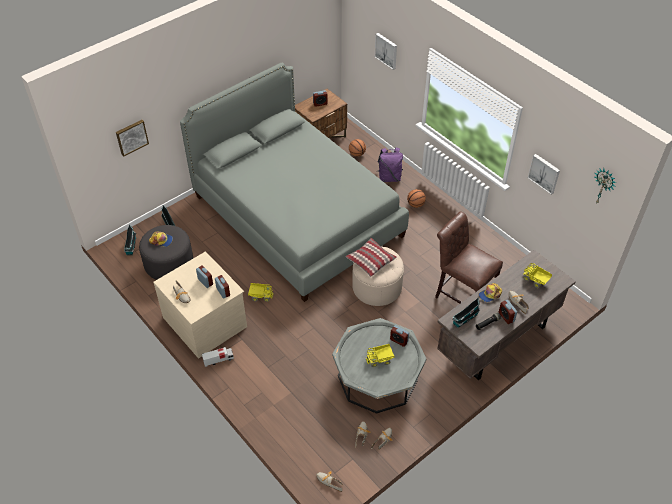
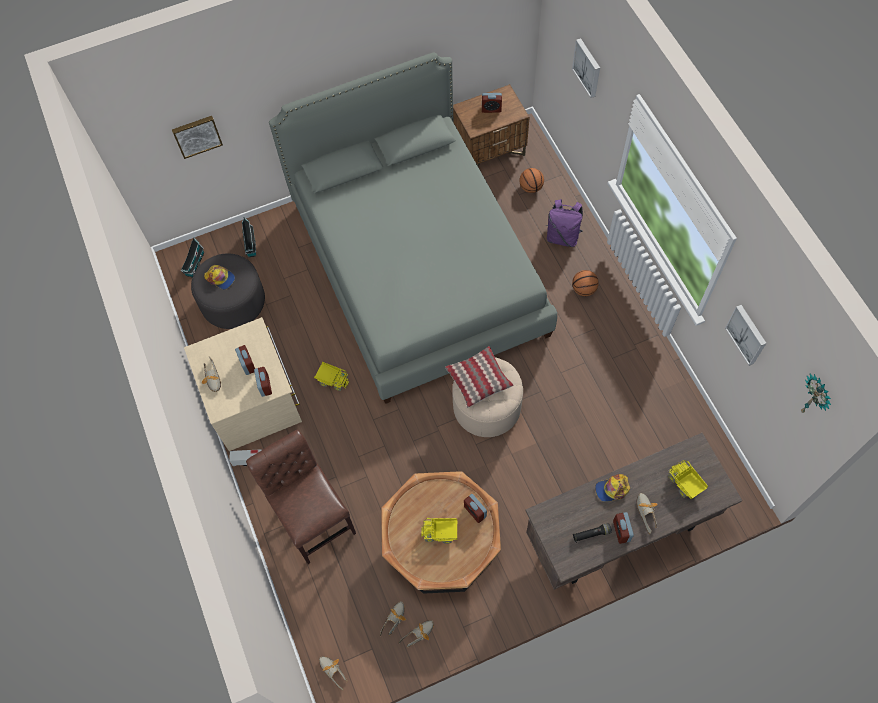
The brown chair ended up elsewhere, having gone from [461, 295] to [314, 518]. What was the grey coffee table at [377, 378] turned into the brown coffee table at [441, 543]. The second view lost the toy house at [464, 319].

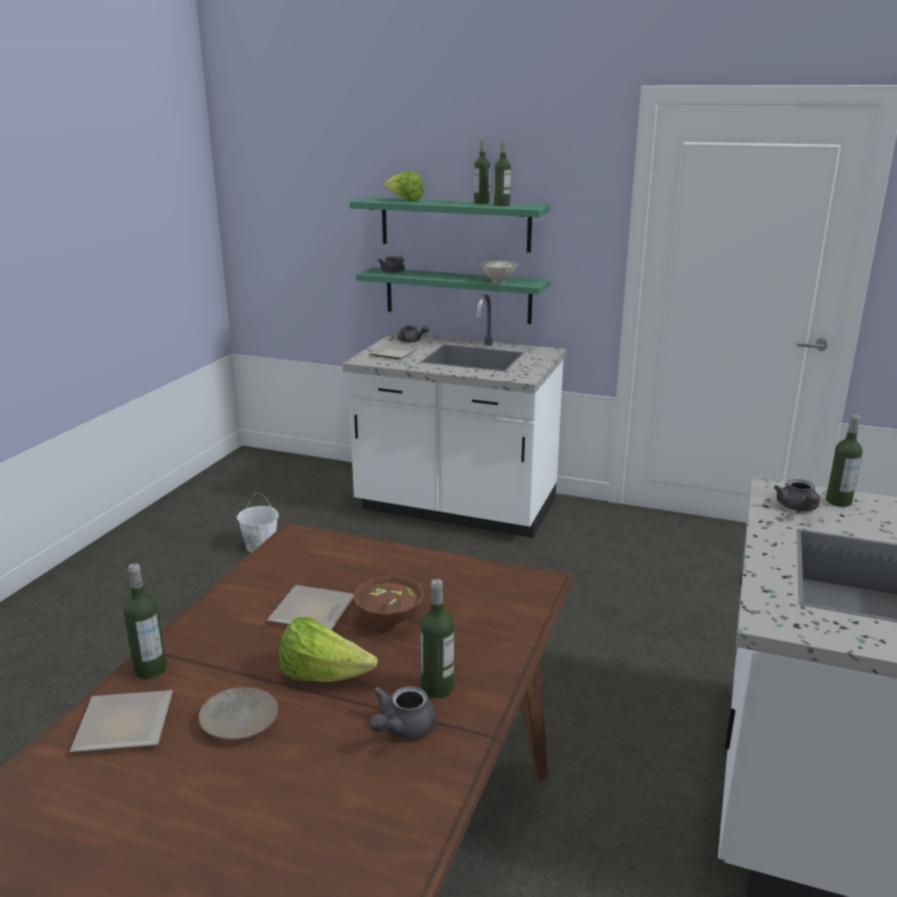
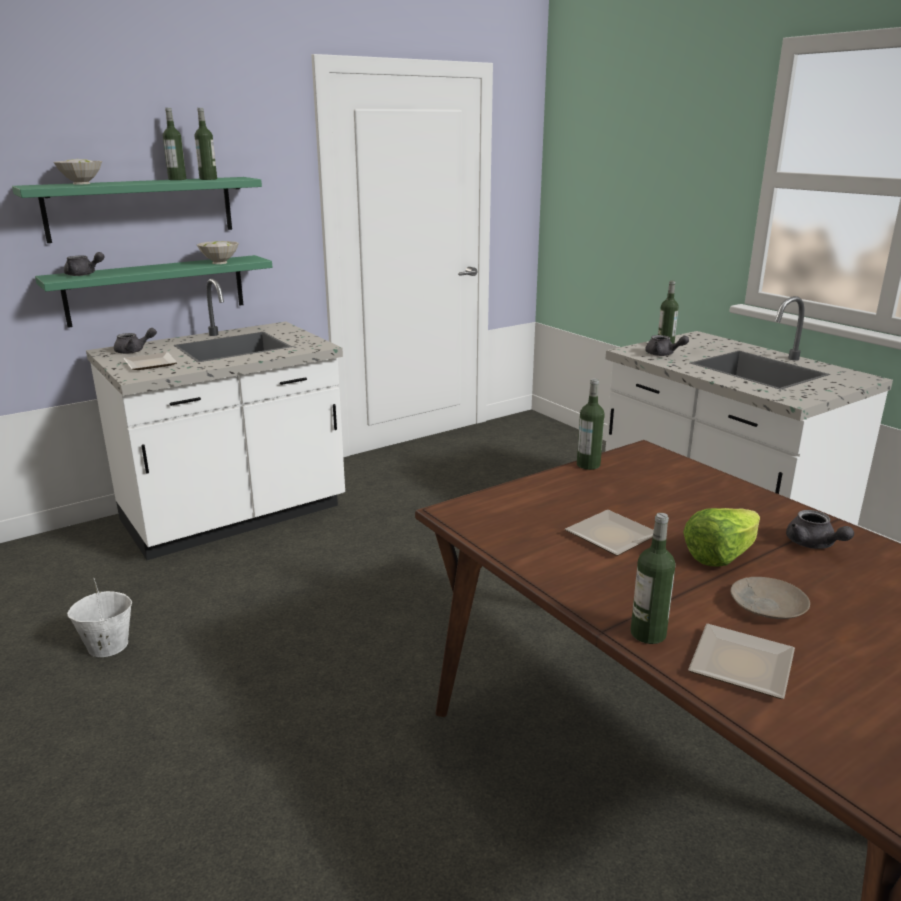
Where the lettuce stood at [404, 200], the white bowl came to stand at [82, 183]. The bottle ended up elsewhere, having gone from [437, 688] to [588, 465]. The second view lost the brown bowl at [390, 622].

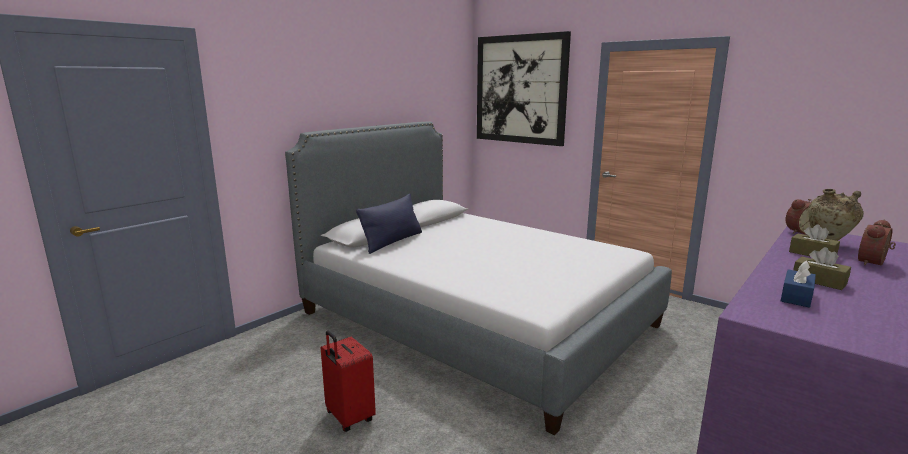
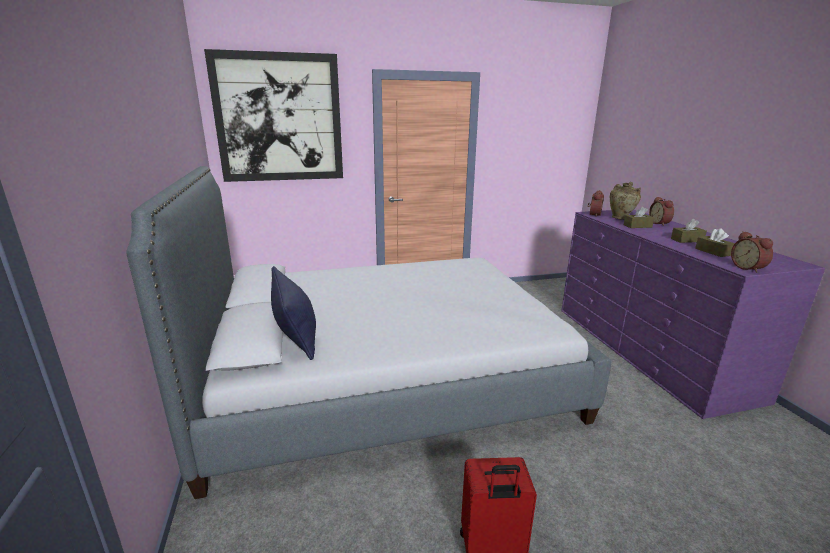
What was the blue tissue box at [796, 296] turned into the brown tissue box at [713, 252]. The second view gained the alarm clock at [748, 268].

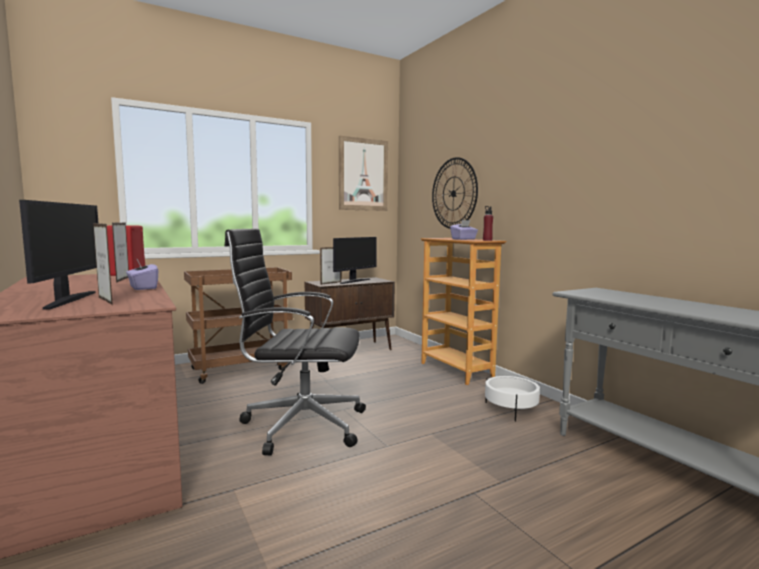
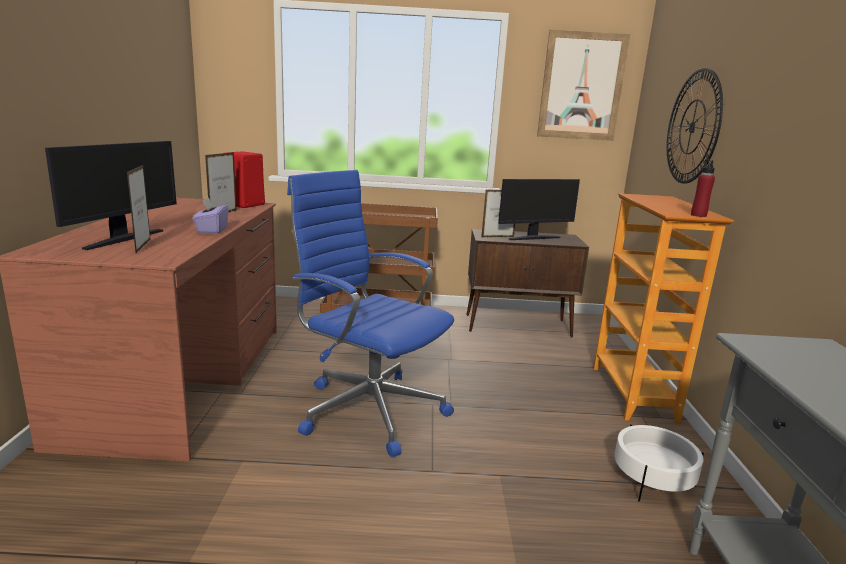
What was the black office chair at [300, 424] turned into the blue office chair at [369, 409]. The second view lost the purple tissue box at [463, 239].

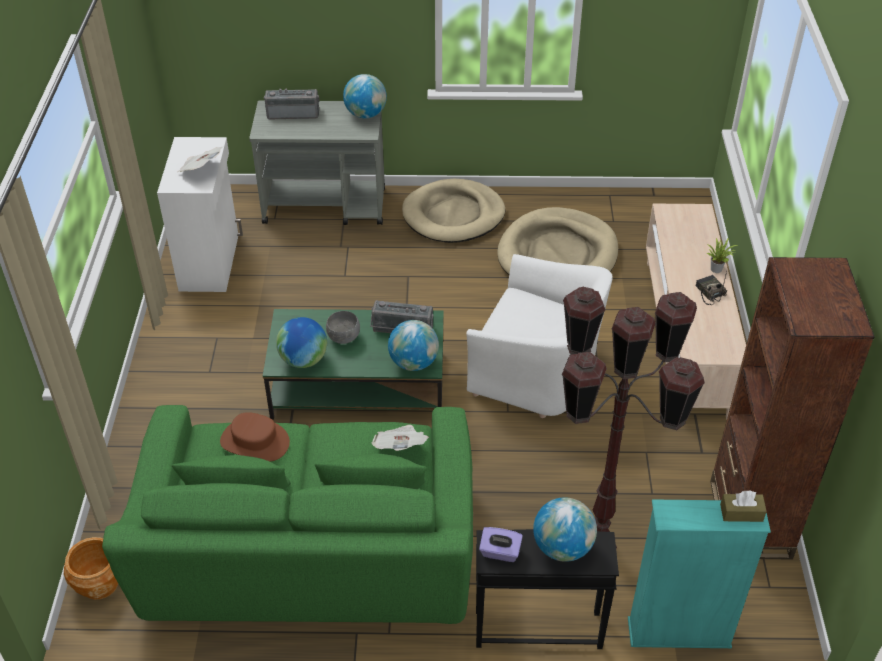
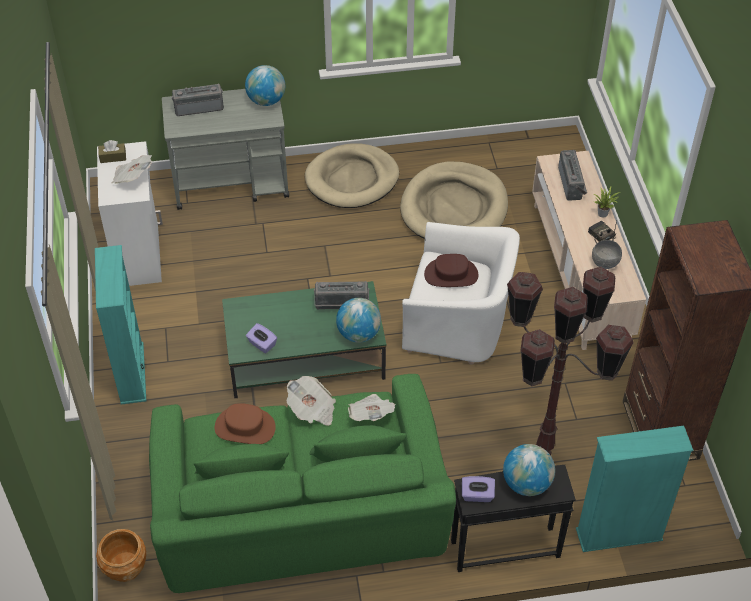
The second view gained the turquoise bookcase at [132, 373]. The brown tissue box ended up elsewhere, having gone from [741, 513] to [113, 157]. Where the globe stood at [304, 360], the purple tissue box came to stand at [262, 344]. The second view gained the newspaper at [312, 410]. The second view gained the brown hat at [451, 275]. The second view gained the radio at [572, 183]. The grey bowl ended up elsewhere, having gone from [344, 338] to [605, 263].

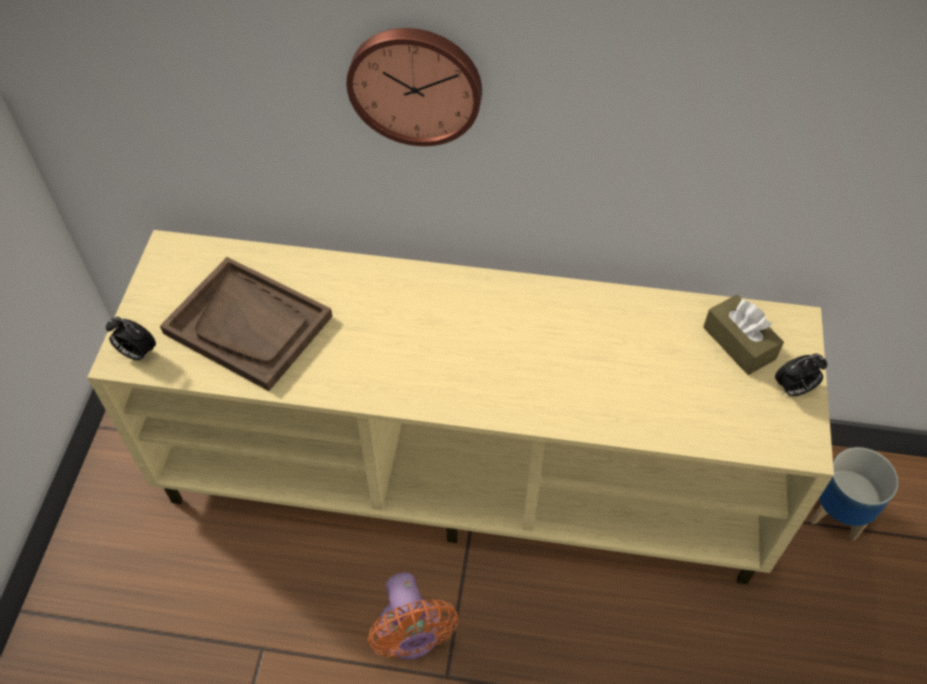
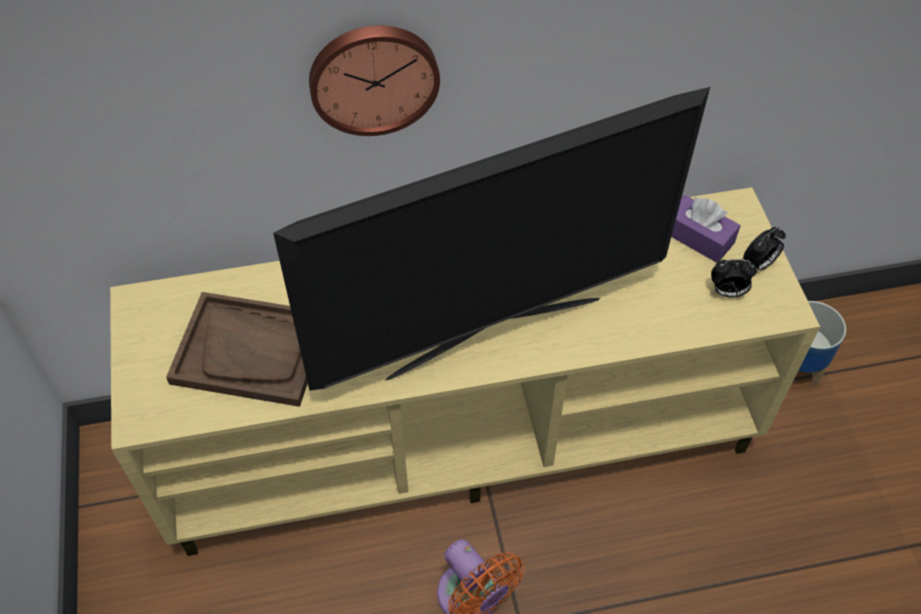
The second view gained the television at [493, 335]. What was the brown tissue box at [739, 343] turned into the purple tissue box at [698, 237]. The alarm clock ended up elsewhere, having gone from [137, 353] to [727, 292].

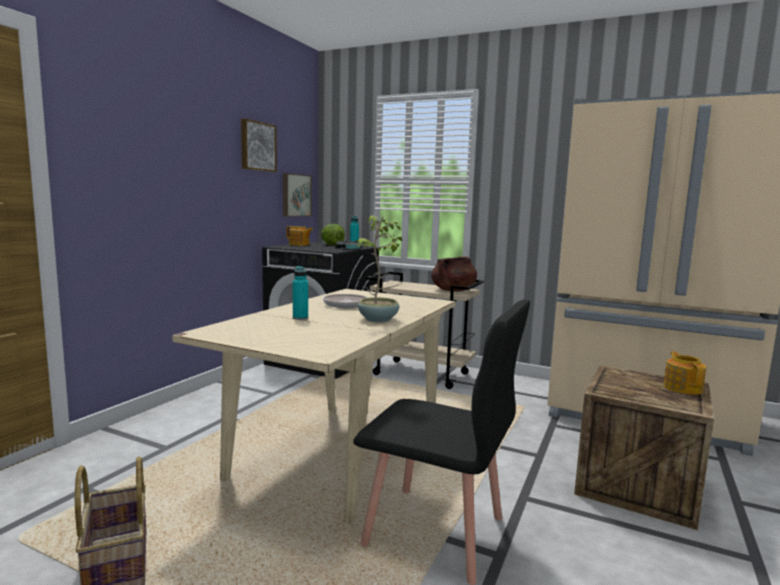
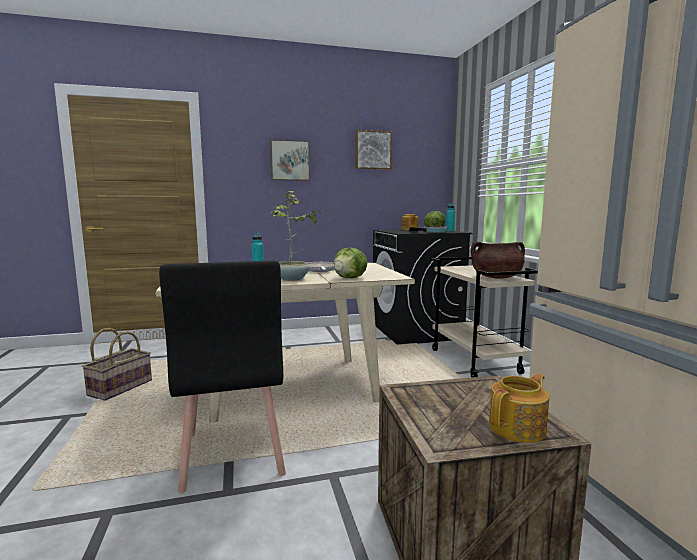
The picture ended up elsewhere, having gone from [295, 195] to [290, 160]. The second view gained the lettuce at [350, 278].

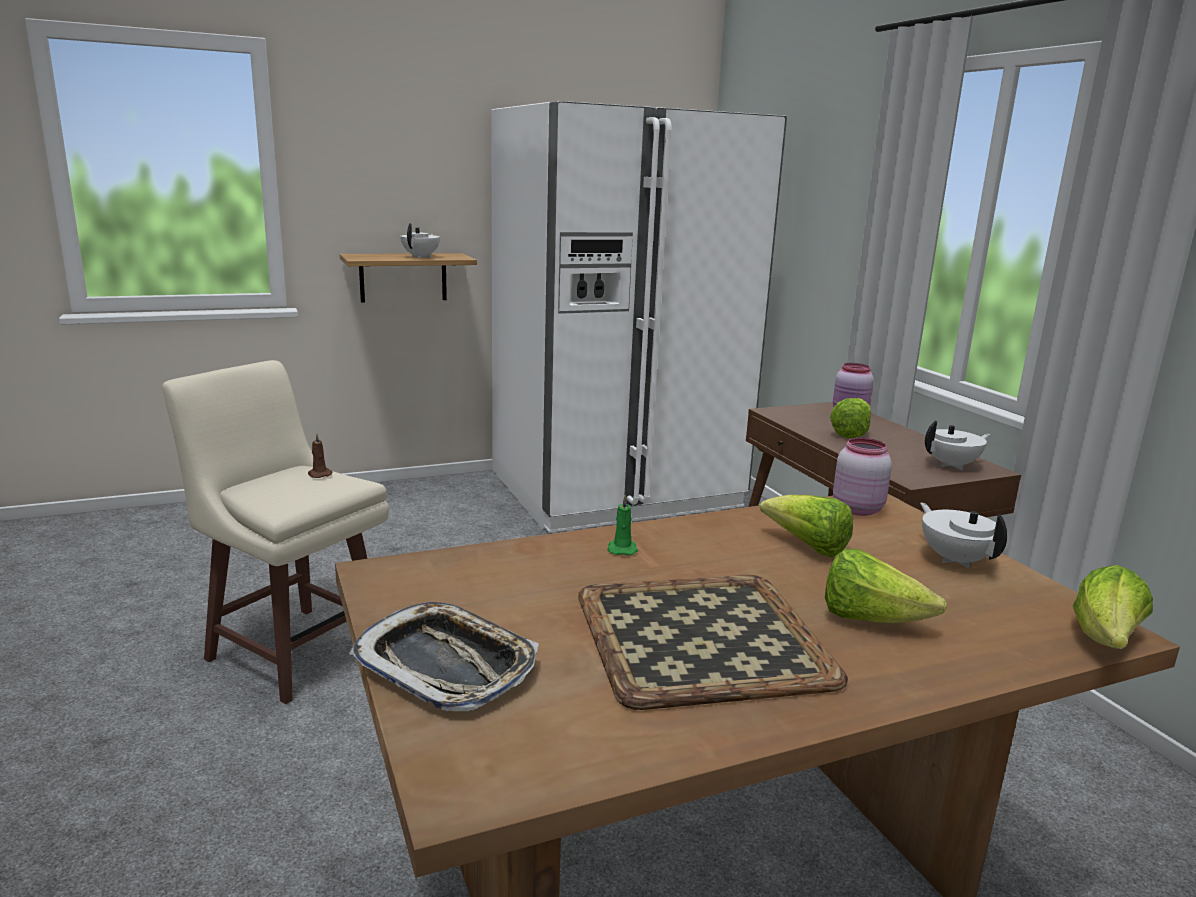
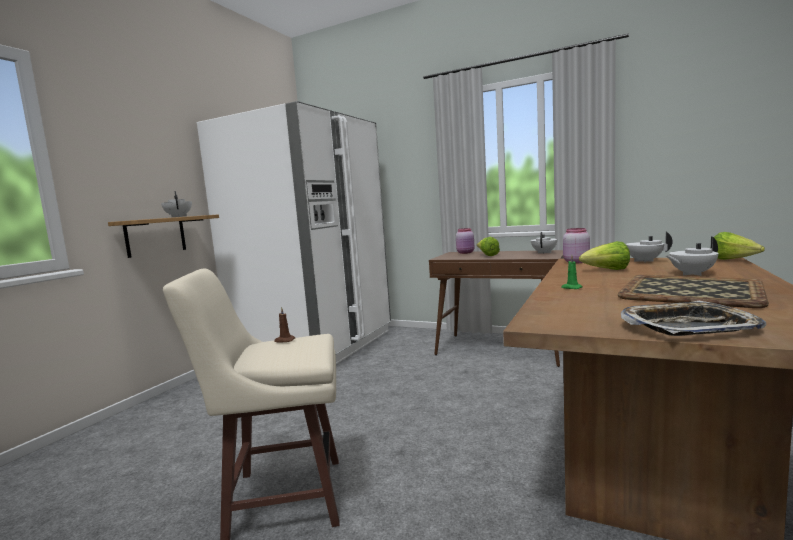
Where the lettuce stood at [870, 619], the white teapot came to stand at [691, 274].

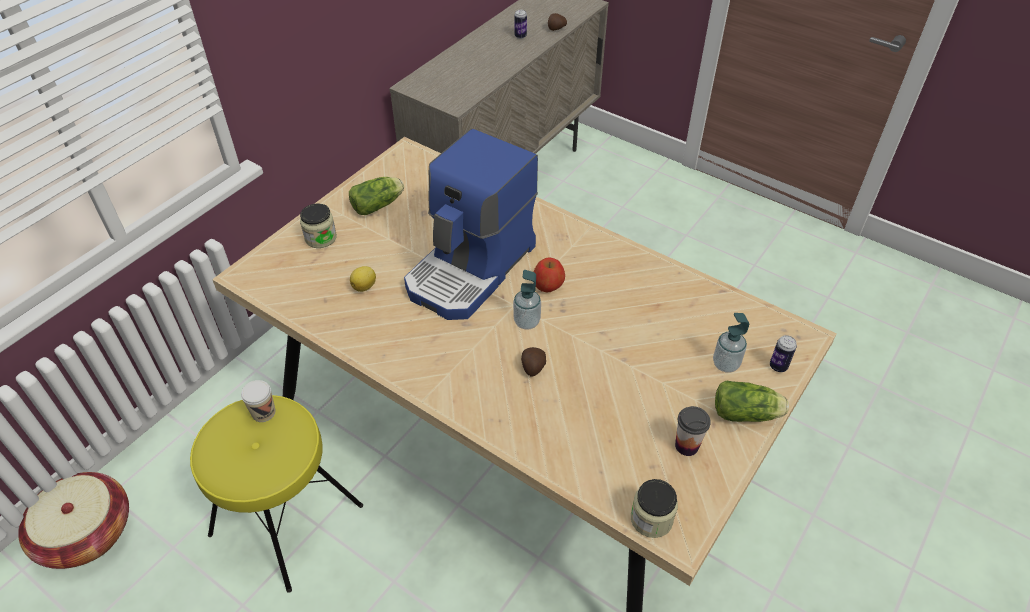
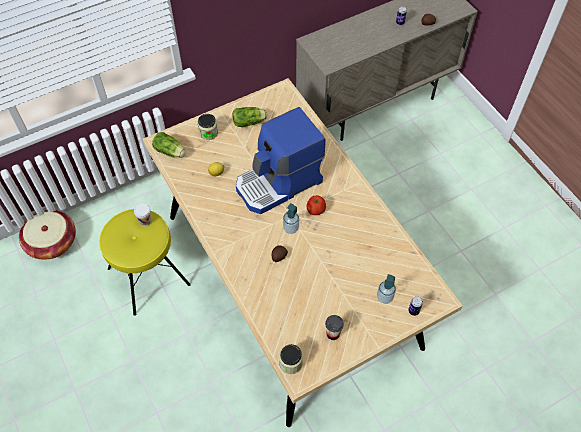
The lettuce ended up elsewhere, having gone from [748, 414] to [171, 152].

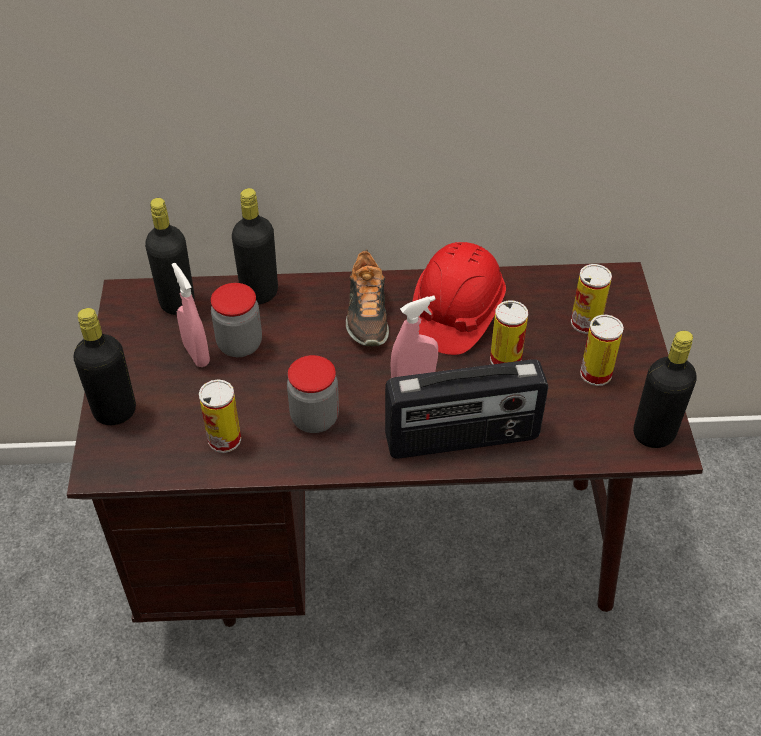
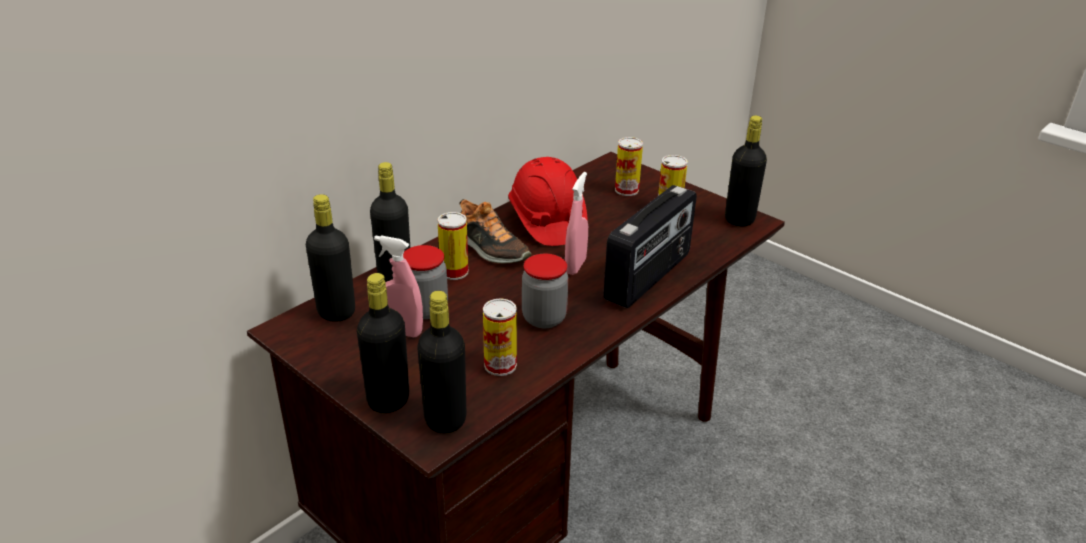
The second view gained the black bottle at [445, 419]. The can ended up elsewhere, having gone from [505, 359] to [454, 272].

